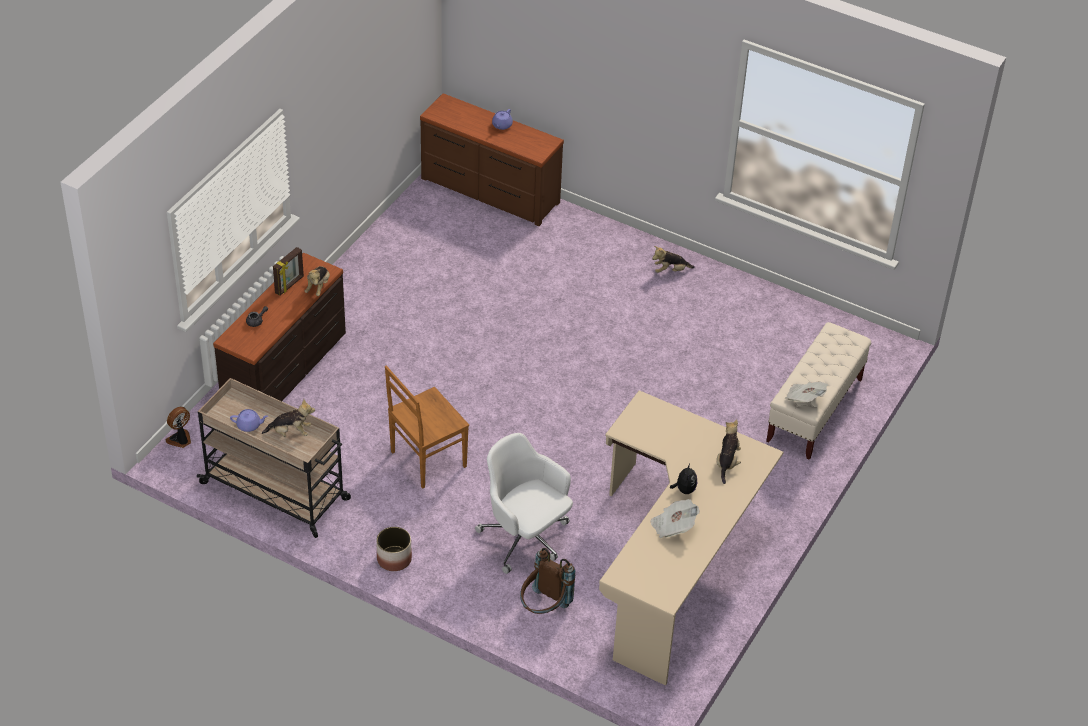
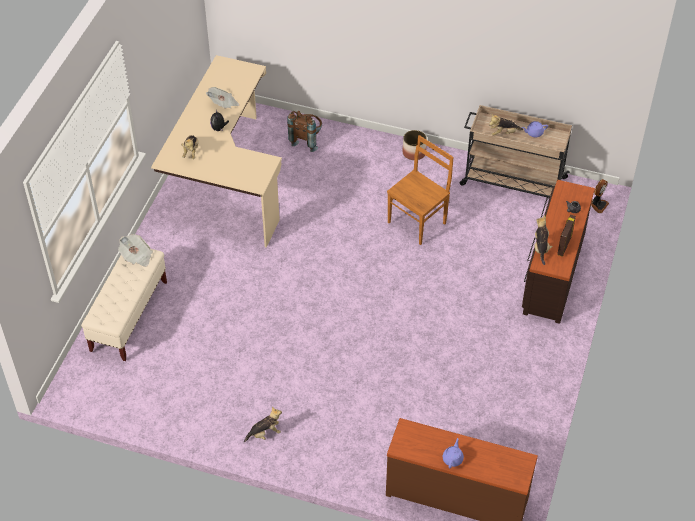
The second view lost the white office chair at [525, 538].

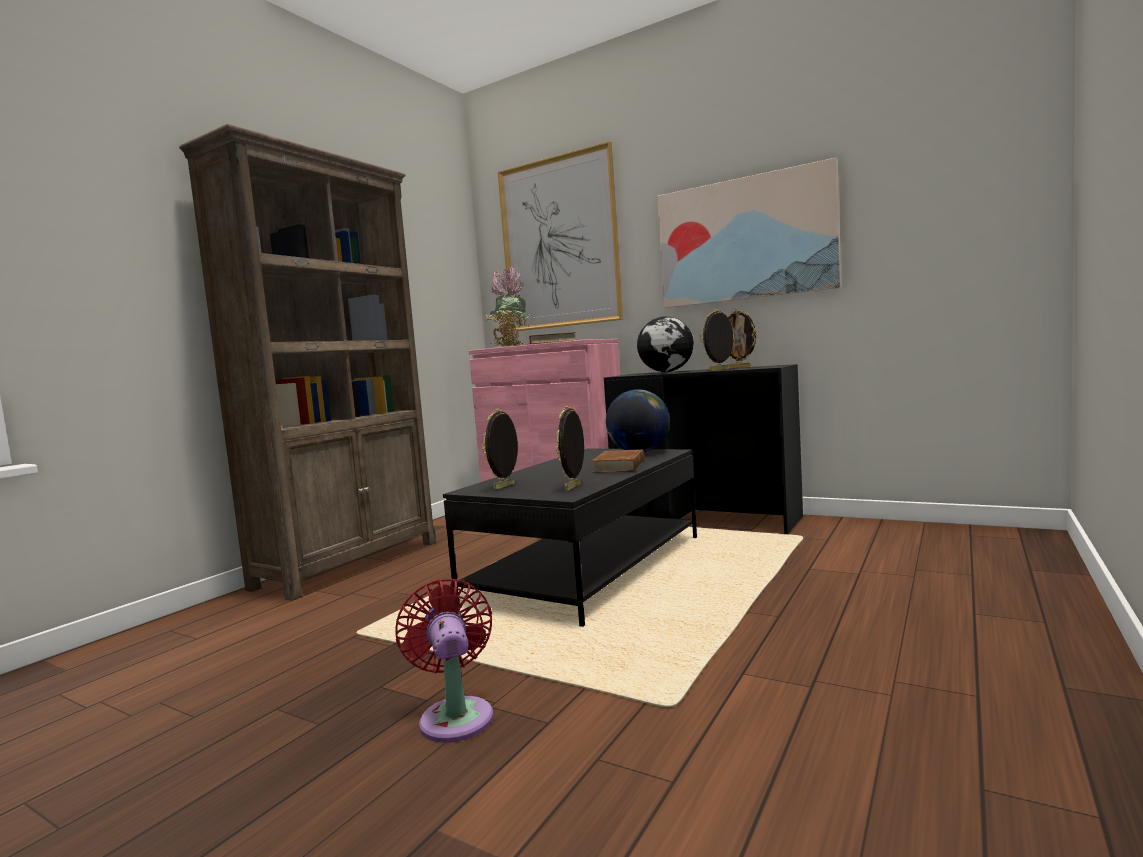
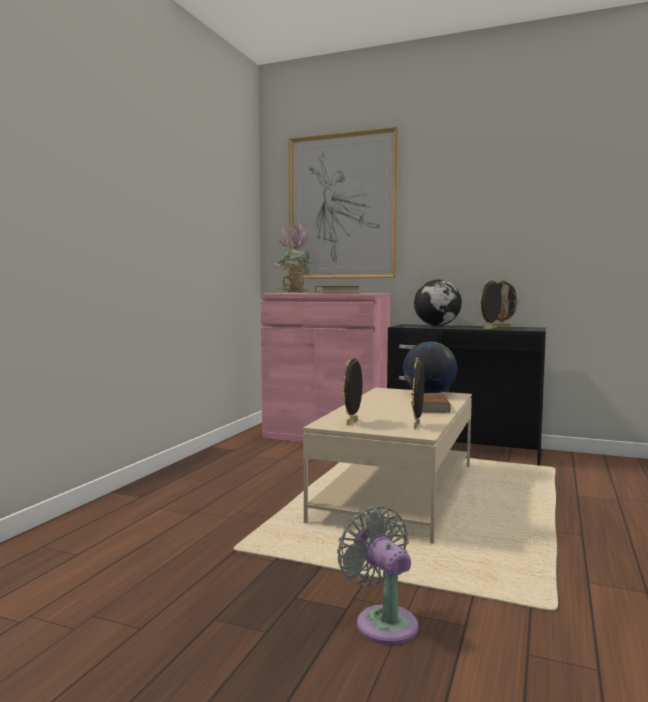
What was the black coffee table at [589, 568] turned into the beige coffee table at [398, 492]. What was the red fan at [455, 715] turned into the grey fan at [383, 621]. The second view lost the brown bookcase at [350, 564]. The second view lost the picture at [745, 239].

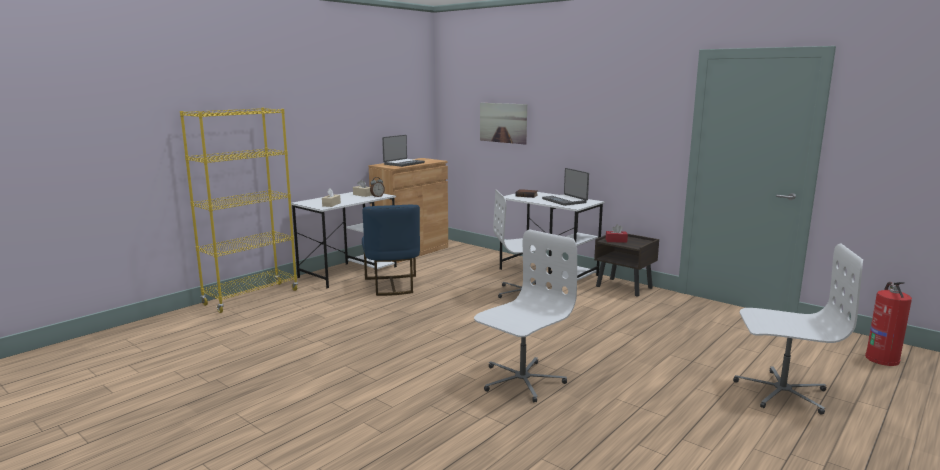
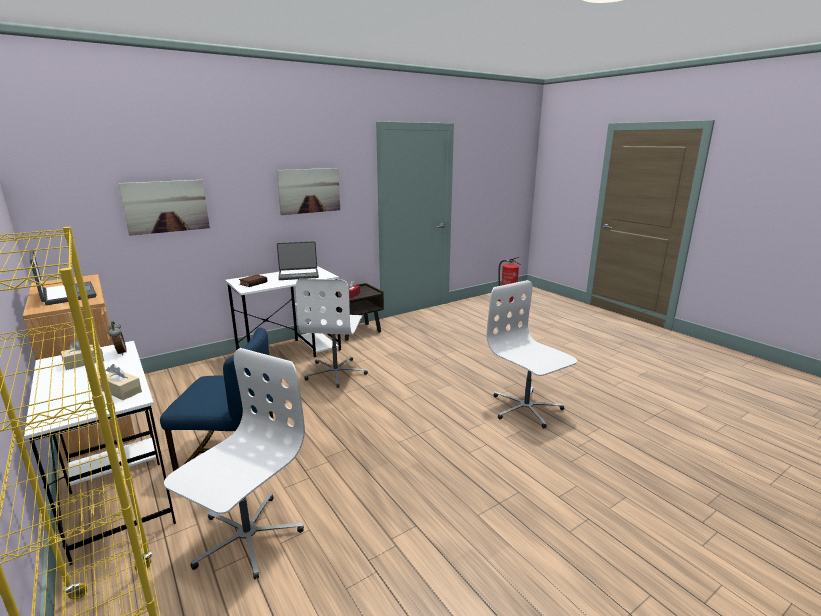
The white office chair ended up elsewhere, having gone from [781, 392] to [246, 537]. The second view gained the picture at [309, 191].

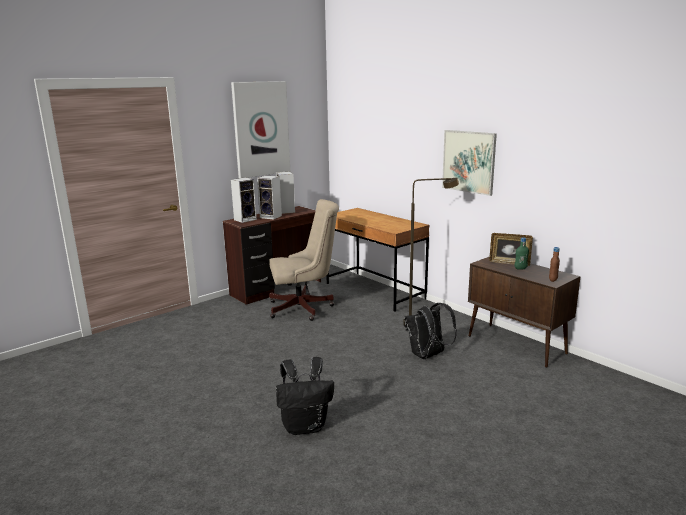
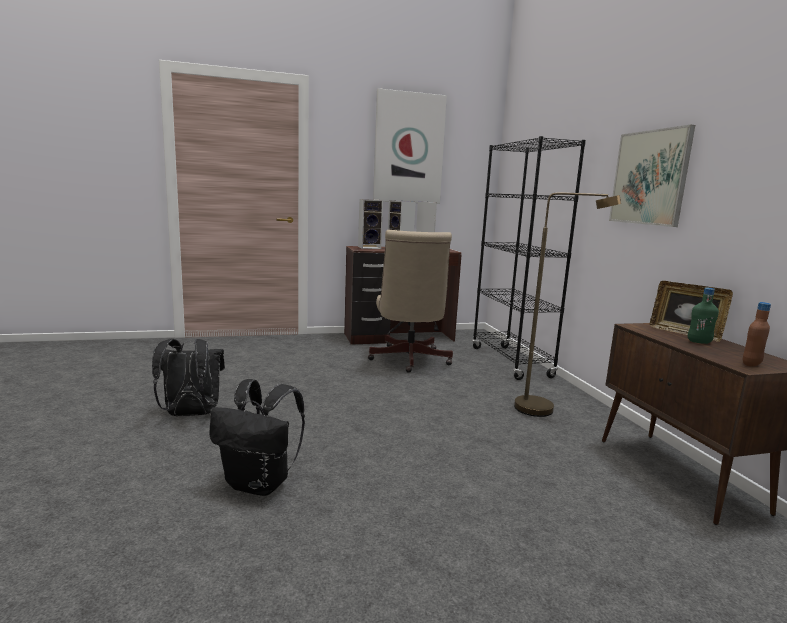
The black backpack ended up elsewhere, having gone from [428, 356] to [190, 414]. The beige office chair at [304, 308] ended up facing another way, 75 degrees clockwise from before. Where the brown desk stood at [374, 291], the black bookcase came to stand at [511, 362].

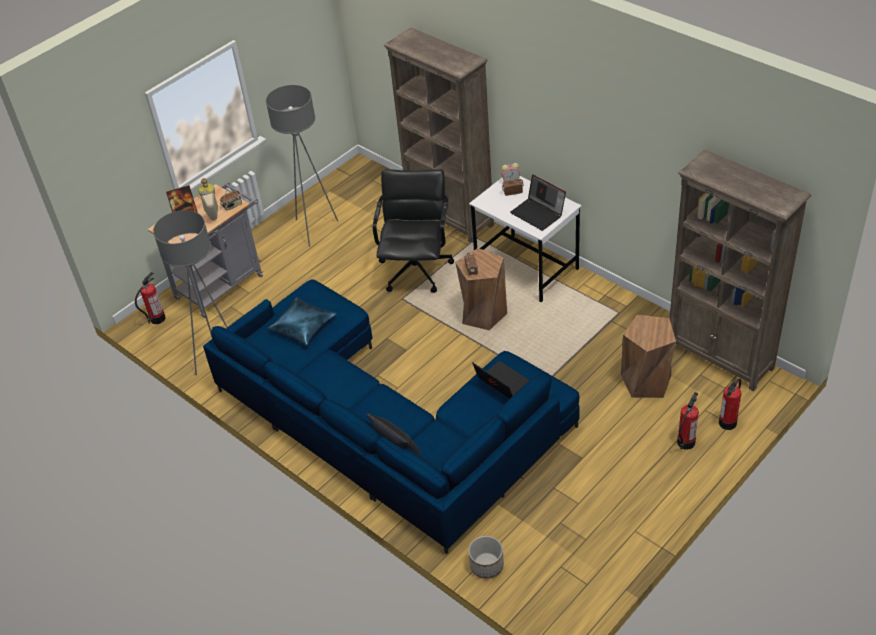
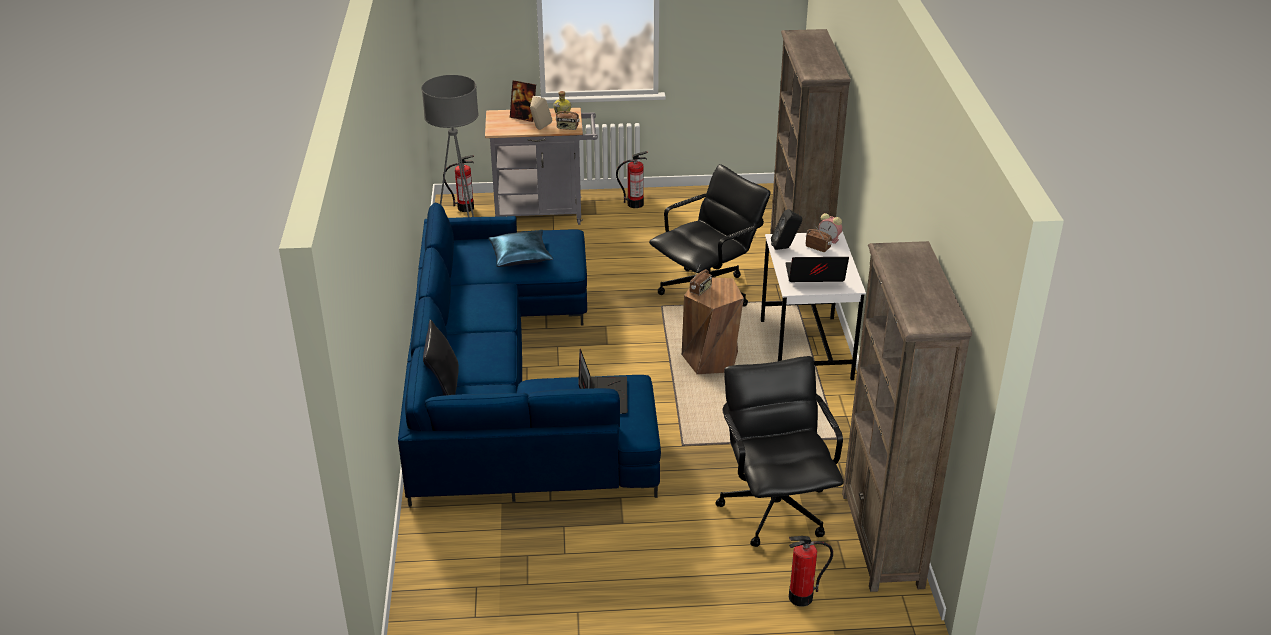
The fire extinguisher ended up elsewhere, having gone from [685, 442] to [635, 204]. Where the brown stool stood at [646, 381], the black office chair came to stand at [775, 508]. The second view gained the black speaker at [785, 248]. The laptop at [538, 213] ended up facing another way, 90 degrees clockwise from before. The second view lost the grey floor lamp at [314, 229]. The second view lost the planter at [486, 565].

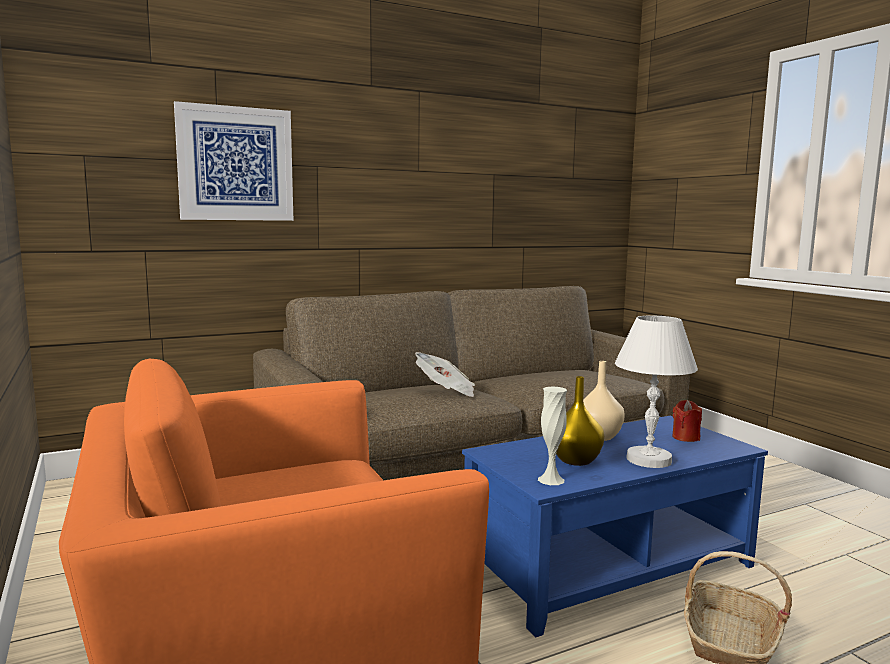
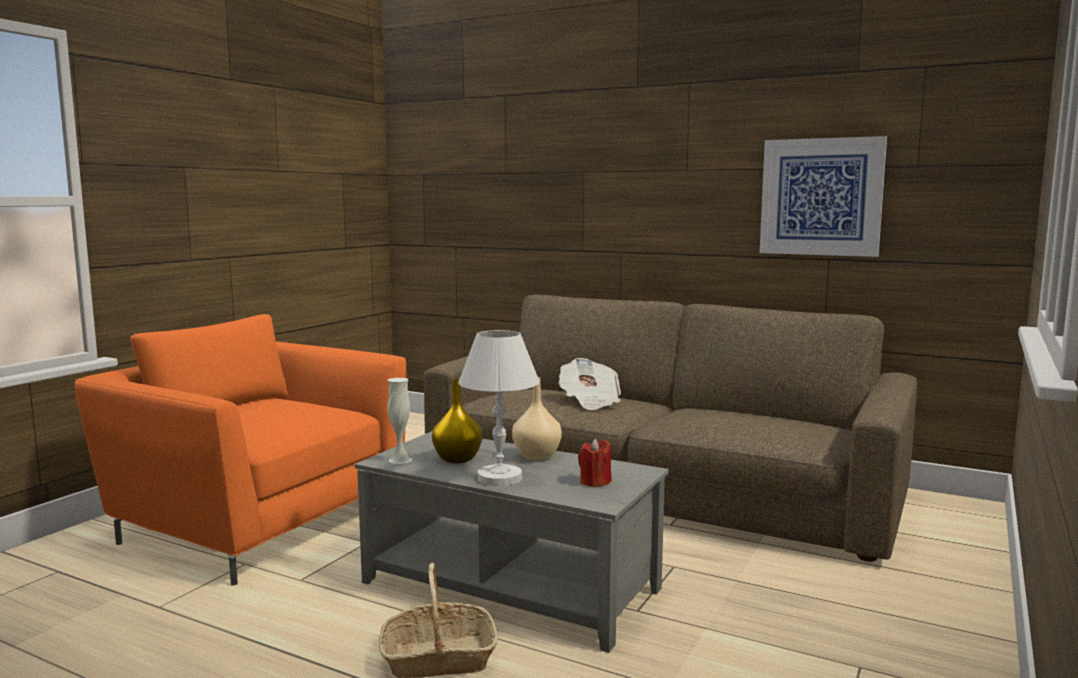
What was the blue coffee table at [607, 564] turned into the grey coffee table at [512, 584]. The picture ended up elsewhere, having gone from [235, 164] to [821, 197].

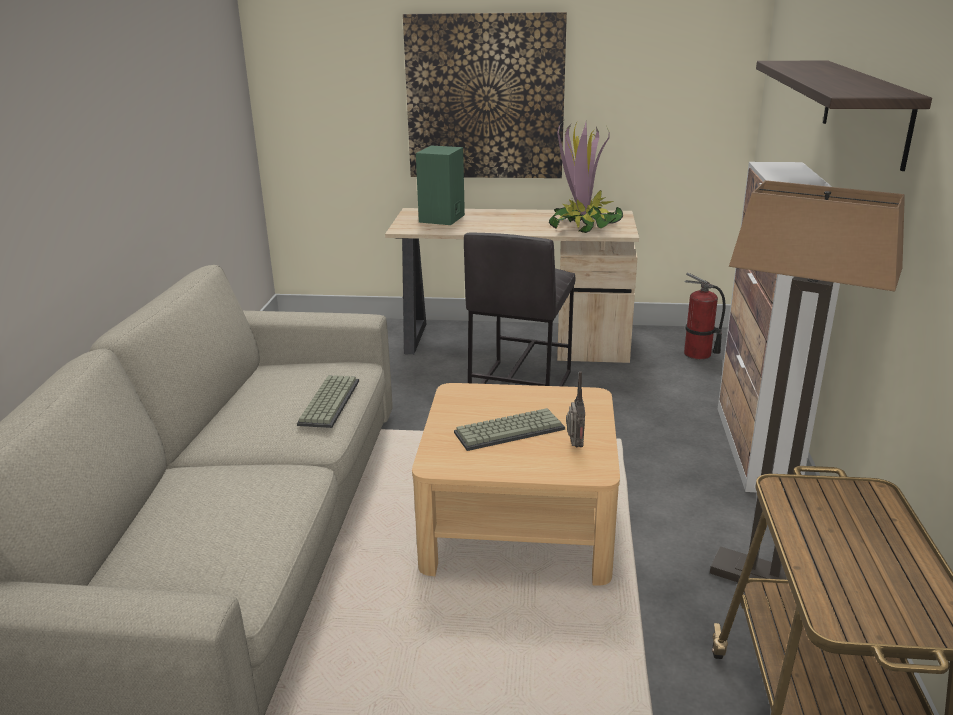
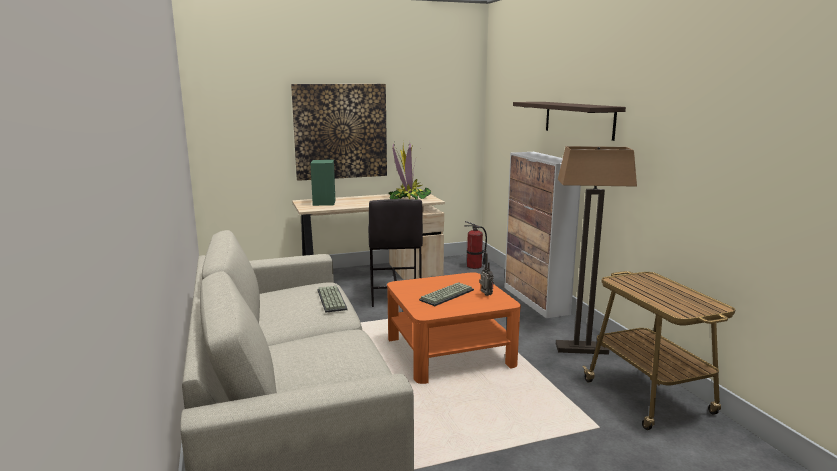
What was the beige coffee table at [517, 521] turned into the orange coffee table at [448, 351].

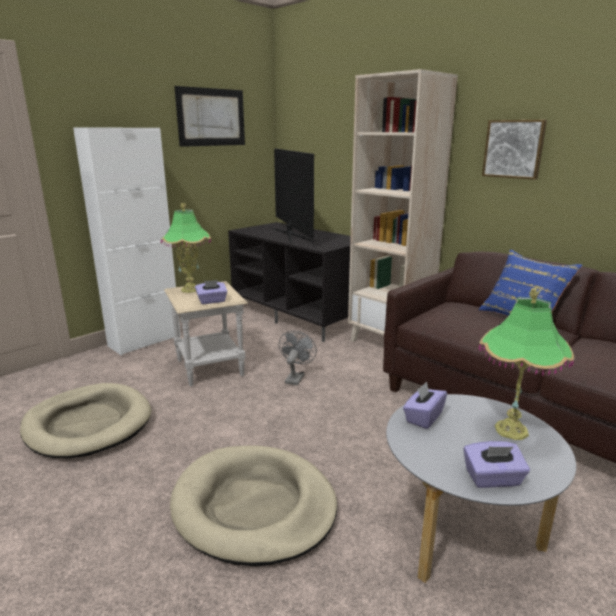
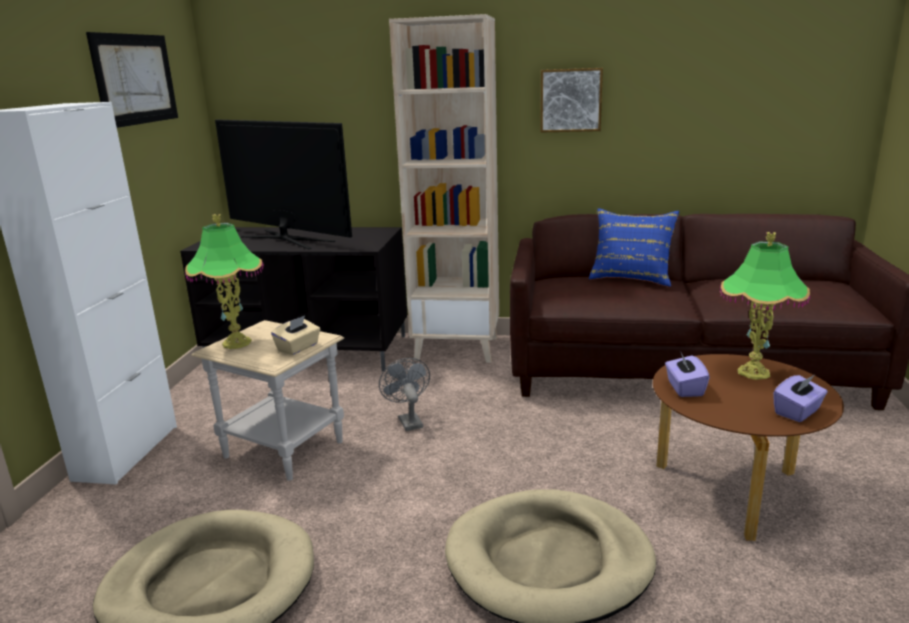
What was the purple tissue box at [212, 301] turned into the beige tissue box at [298, 348]. What was the grey coffee table at [463, 533] turned into the brown coffee table at [732, 490].

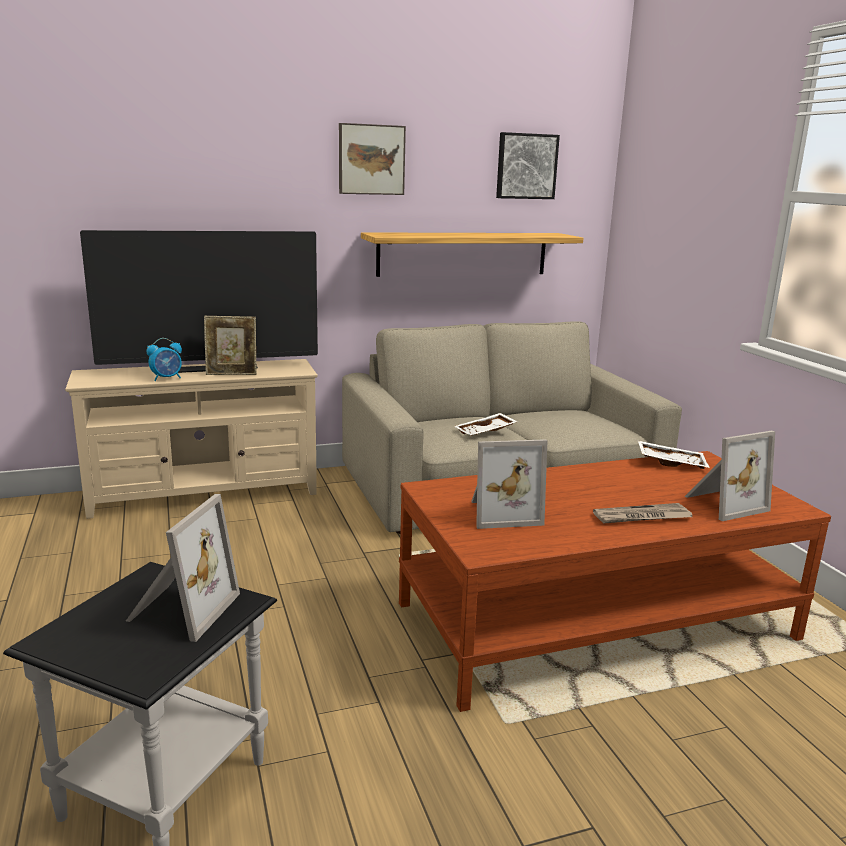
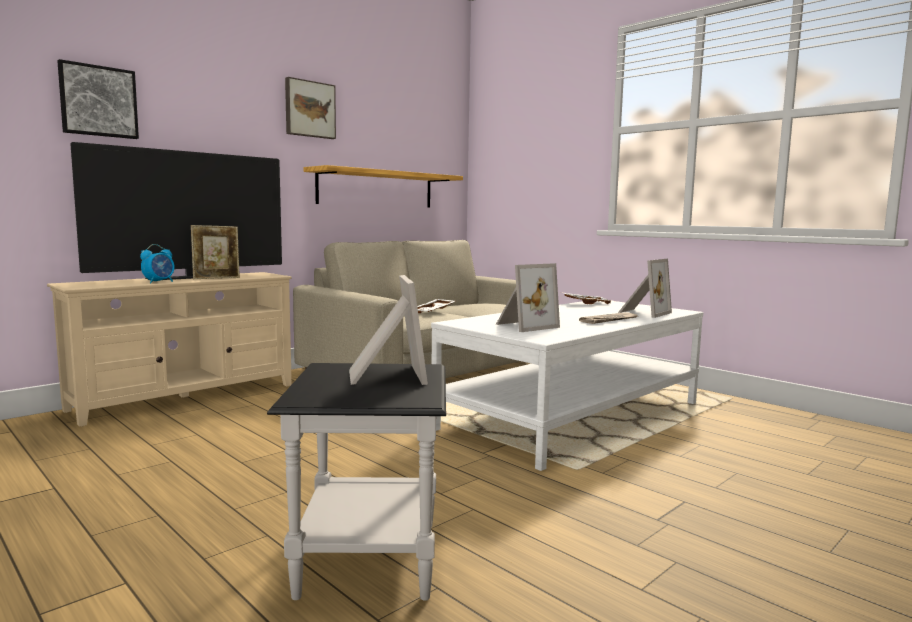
The picture ended up elsewhere, having gone from [526, 166] to [98, 101]. What was the brown coffee table at [596, 621] turned into the white coffee table at [573, 415].

